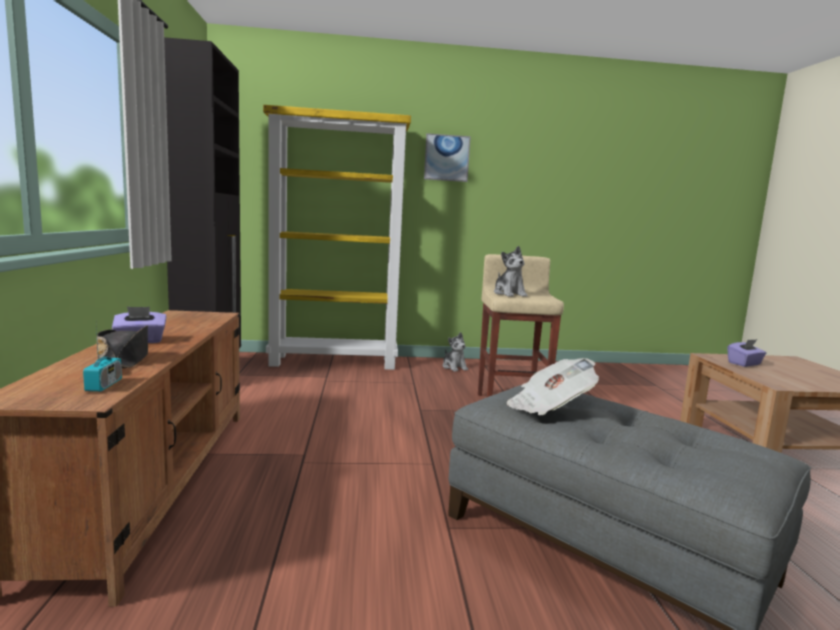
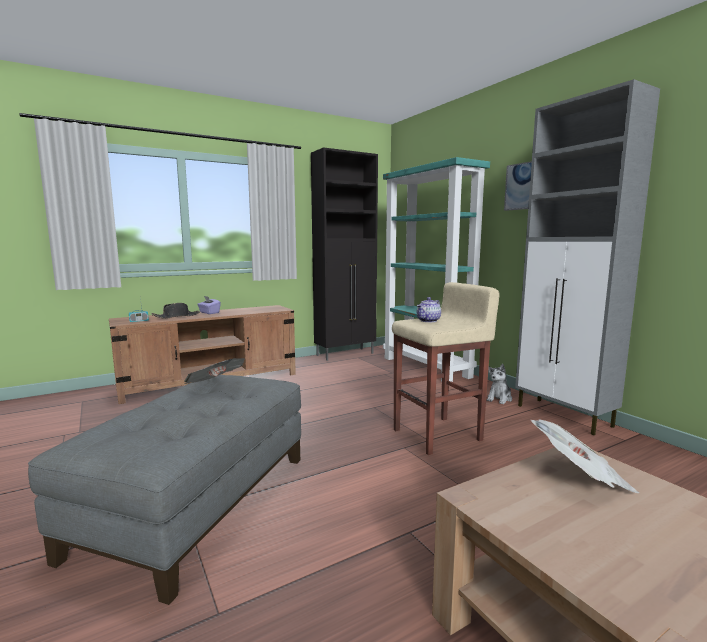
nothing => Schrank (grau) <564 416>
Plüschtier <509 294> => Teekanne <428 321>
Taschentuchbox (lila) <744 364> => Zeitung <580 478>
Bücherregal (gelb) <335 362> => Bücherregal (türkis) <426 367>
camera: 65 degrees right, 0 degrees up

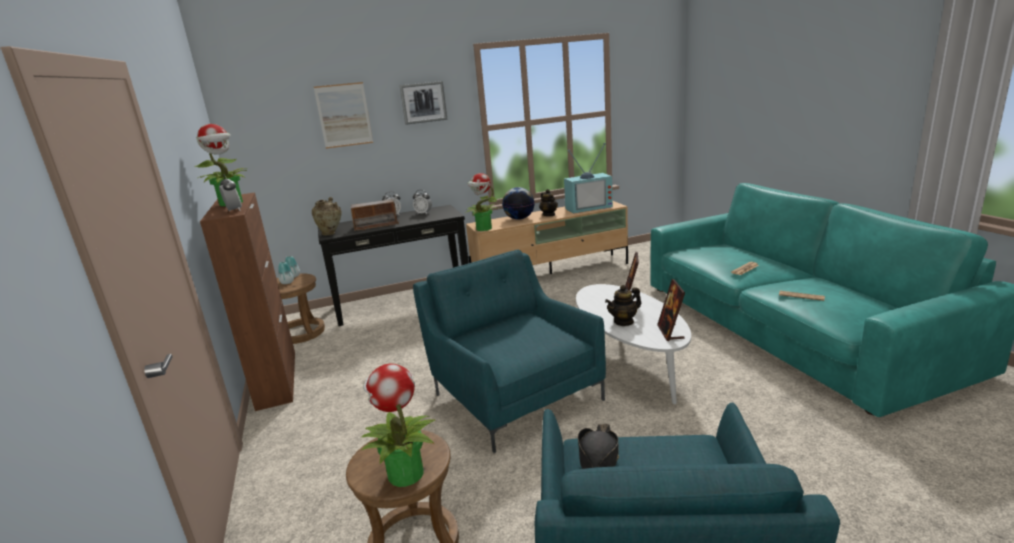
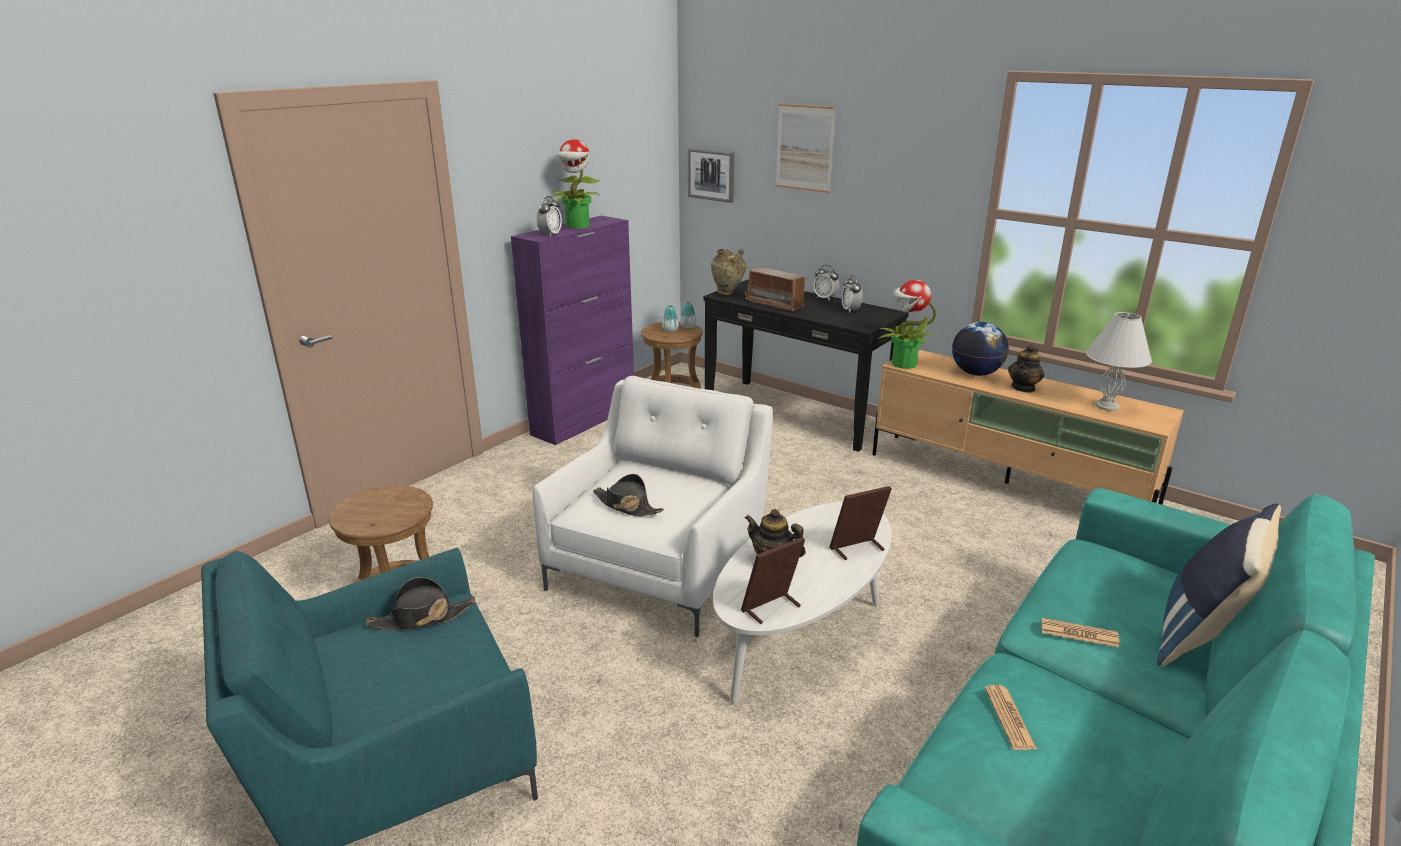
Topfpflanze <405 473> => nothing
nothing => Hut (schwarz) <627 506>
nothing => Kissen (blau) <1202 637>
Bild <423 102> => Bild <711 174>, moved
Fernseher <588 207> => Tischlampe (weiß) <1107 406>
Schrank (braun) <277 379> => Schrank (lila) <585 420>
Sessel (türkis) <514 394> => Sessel (weiß) <660 564>
camera: 55 degrees right, 5 degrees up

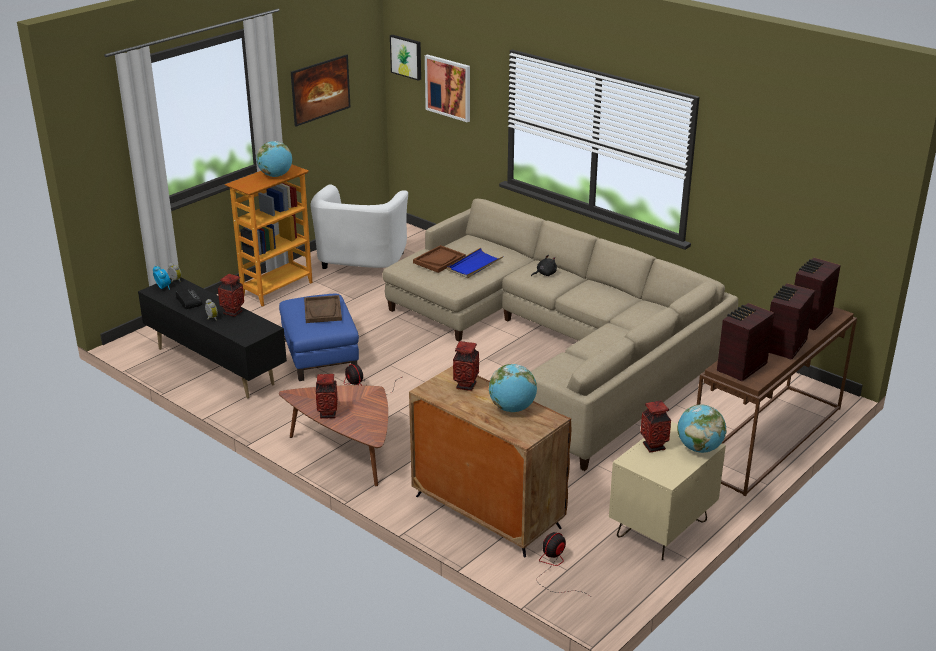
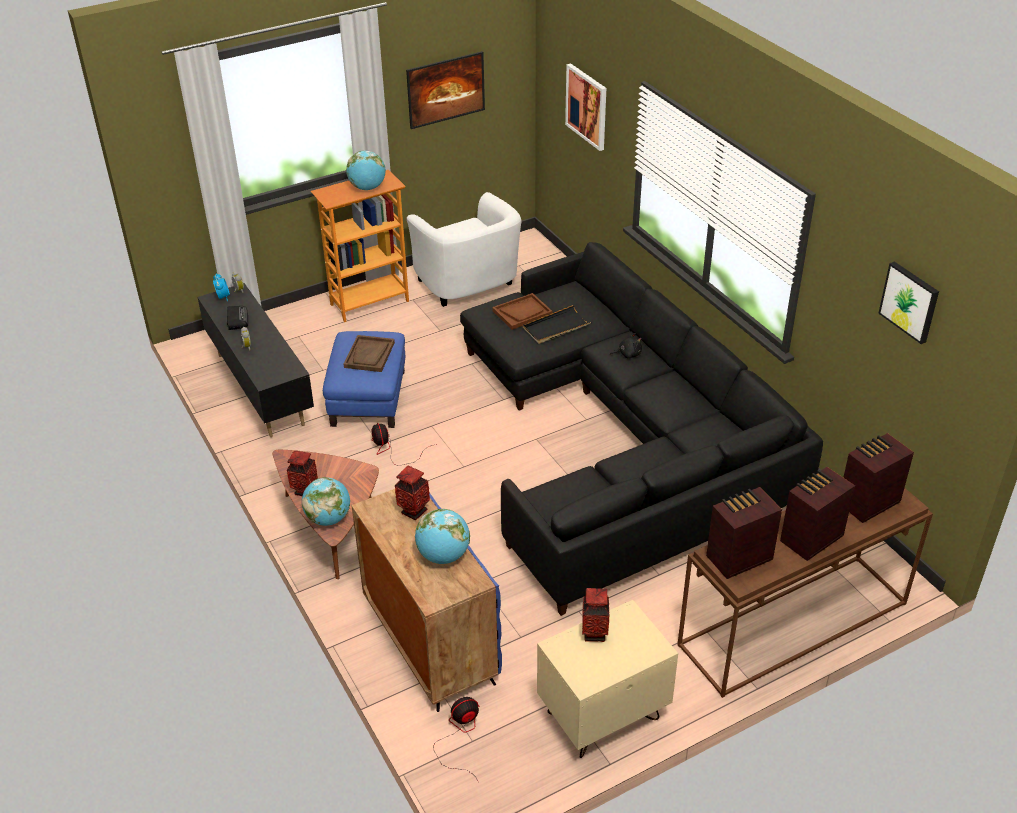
Vase <233 312> => nothing
Bild <406 57> => Bild <910 301>, moved
Globus <699 448> => Globus <328 518>, moved
Sofa (beige) <558 345> => Sofa (schwarz) <623 439>
Schrank (braun) <486 511> => Schrank (blau) <429 641>
Tablett (blau) <474 265> => Tablett (schwarz) <556 327>
Sessel (weiß) <360 265> => Sessel (weiß) <469 287>, 60 degrees counterclockwise
camera: 20 degrees right, 10 degrees up

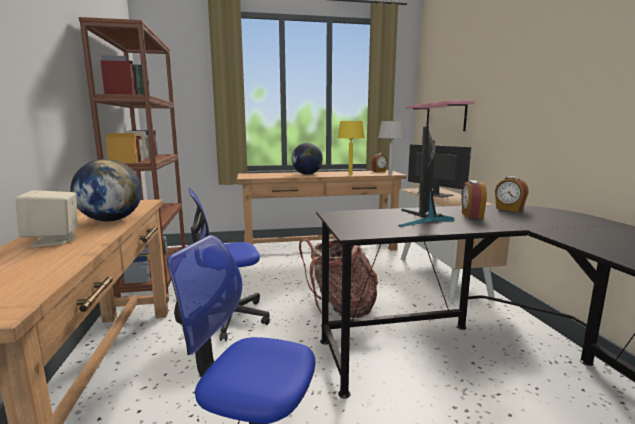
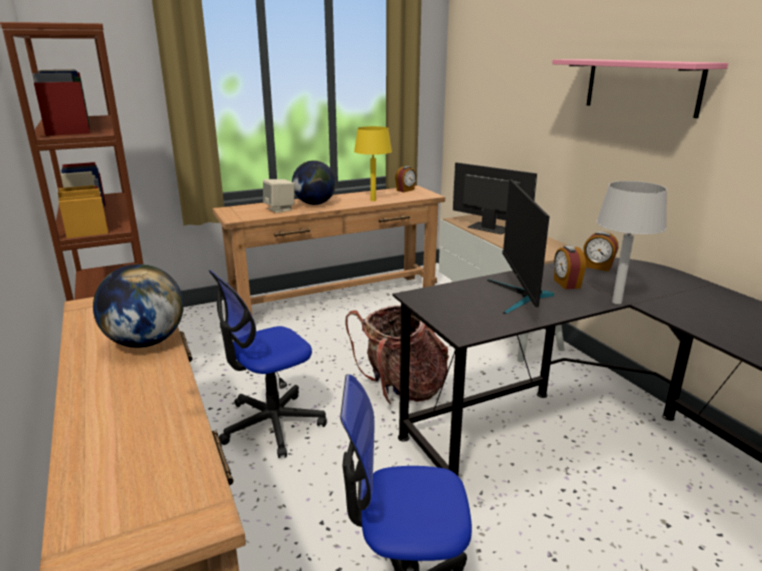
Lautsprecher (beige) <53 241> => Lautsprecher (beige) <280 209>, moved
Tischlampe (grau) <389 174> => Tischlampe (grau) <616 302>, moved
Wandregal (rosa) <445 117> => Wandregal (rosa) <641 86>, moved
camera: 15 degrees left, 10 degrees up

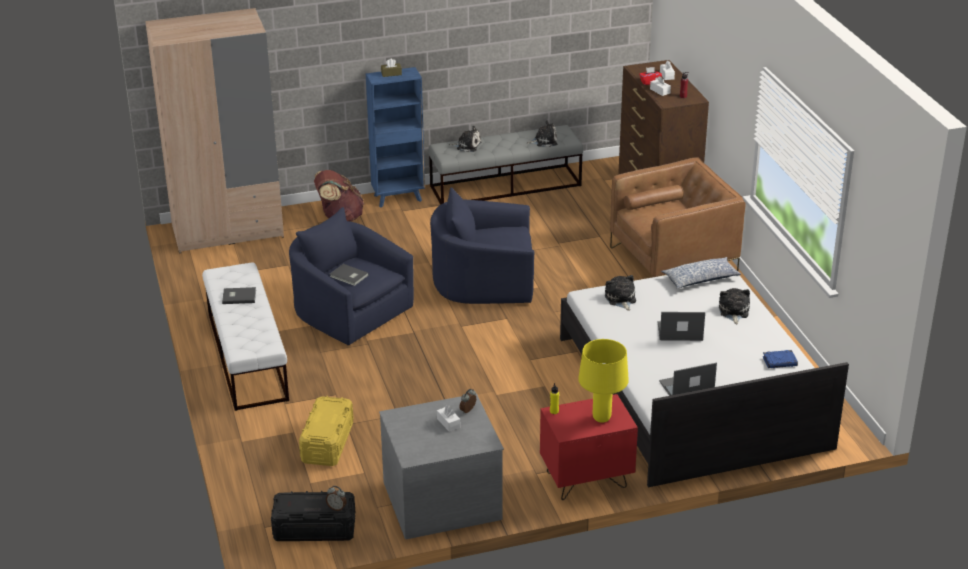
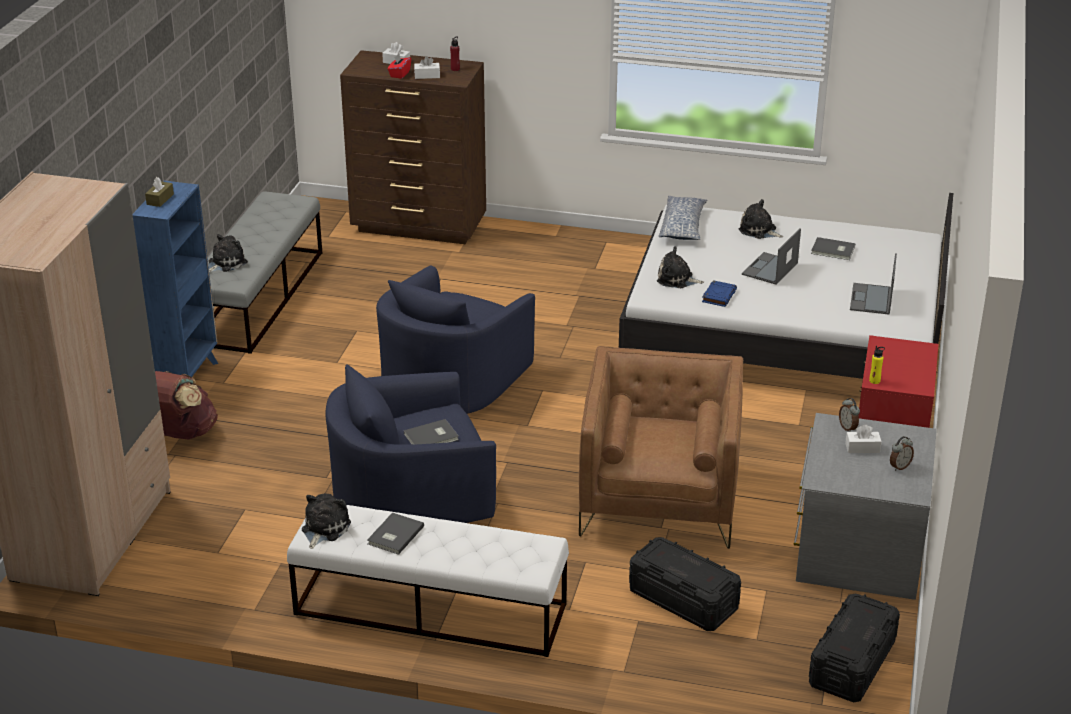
Tischlampe (gelb) <601 418> => nothing
nothing => Buch (grau) <833 251>
Wecker <337 508> => Wecker <899 466>, moved
Plüschtier <544 141> => Plüschtier <324 528>, moved
Sessel (braun) <673 261> => Sessel (braun) <659 498>, moved
Buch (blau) <780 361> => Buch (blau) <719 296>, moved
Aufbewahrungsbox (gelb) <327 443> => Aufbewahrungsbox (schwarz) <683 600>
camera: 60 degrees left, 0 degrees up

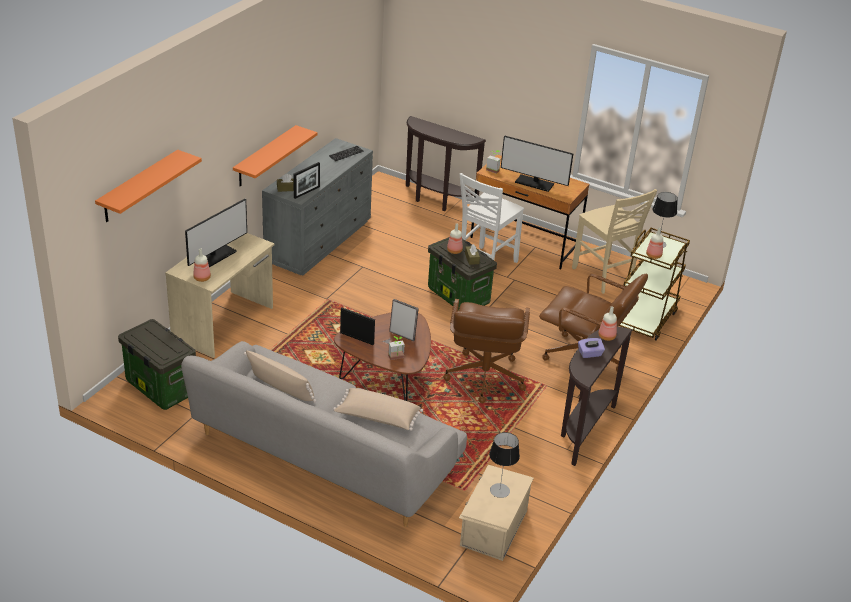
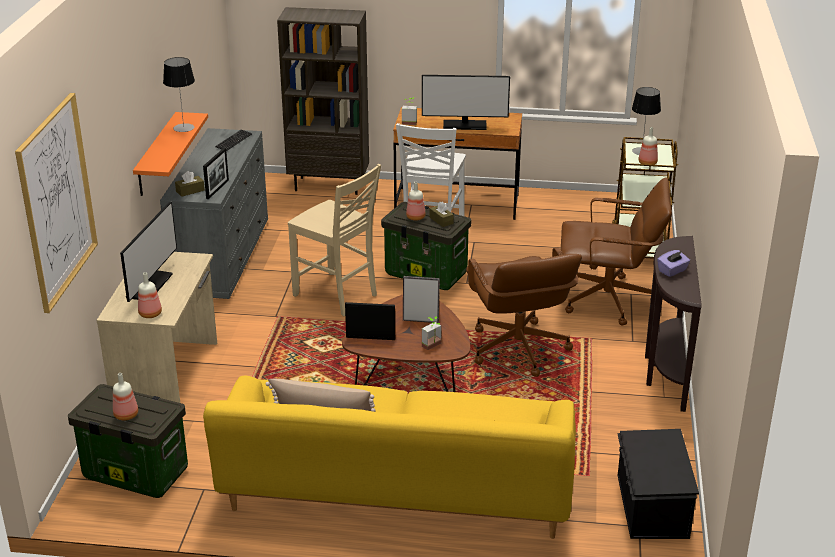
Kissen (beige) <377 418> => nothing
Tischlampe <499 490> => Tischlampe <183 128>, moved
Stuhl (beige) <604 276> => Stuhl (beige) <337 295>, moved
Flasche <607 336> => Flasche <126 414>, moved
Wandregal (orange) <138 187> => Bild <57 201>
Konsolentisch (braun) <436 201> => Bücherregal (braun) <329 185>
Sofa (grau) <323 455> => Sofa (gelb) <397 488>
Aufbewahrungsbox (beige) <492 528> => Aufbewahrungsbox (schwarz) <651 506>
camera: 20 degrees left, 5 degrees down

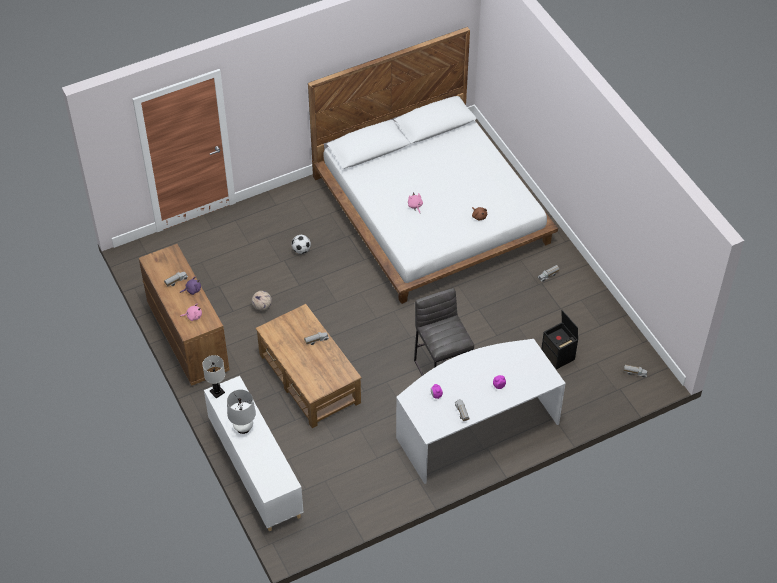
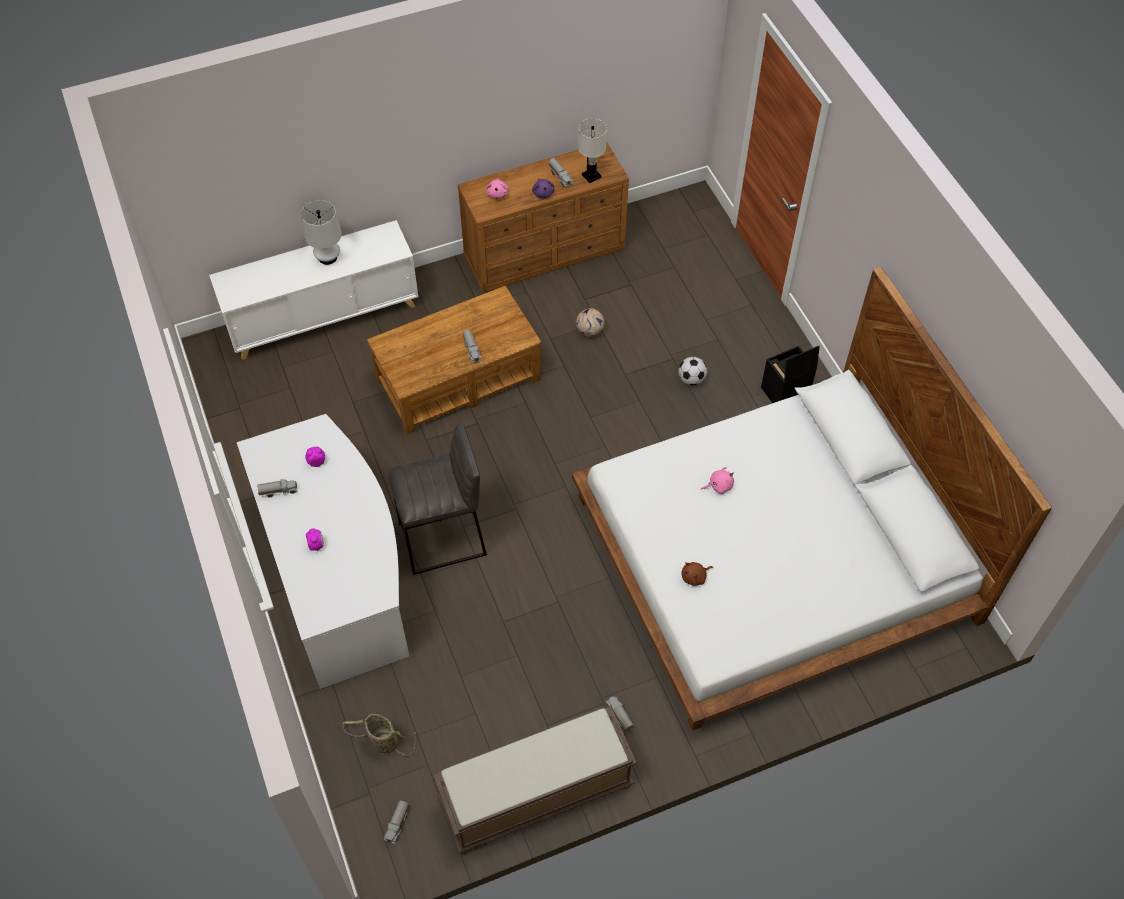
nothing => Korb <382 741>
nothing => Bank (braun) <535 795>
Tischlampe (weiß) <217 392> => Tischlampe (weiß) <591 176>, moved
Aufbewahrungsbox (schwarz) <558 355> => Aufbewahrungsbox (schwarz) <784 393>, moved
camera: 95 degrees right, 5 degrees up

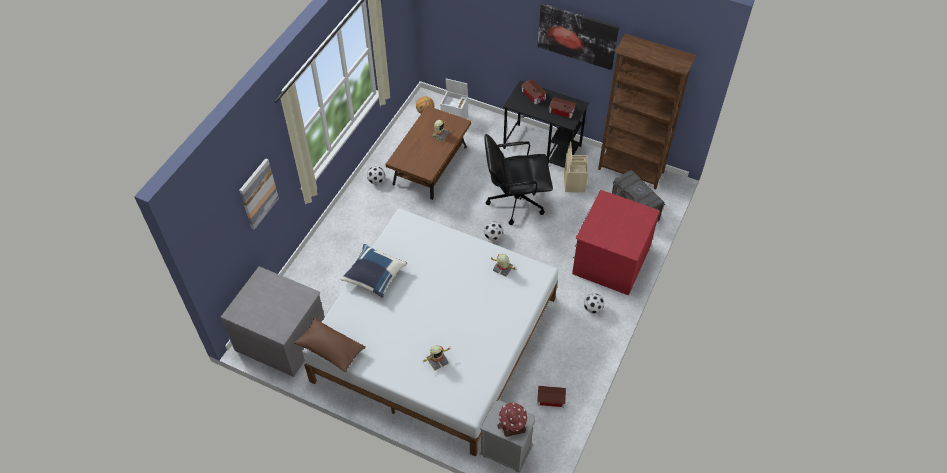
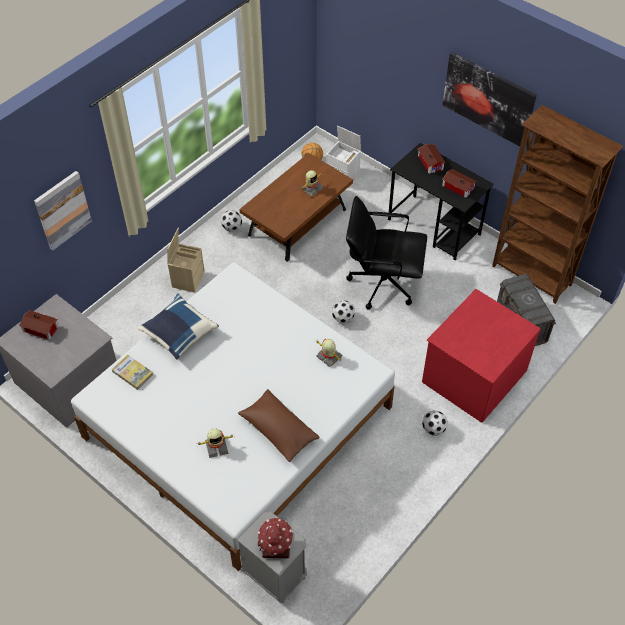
nothing => Buch <132 373>
Kissen (braun) <330 349> => Kissen (braun) <278 430>, moved
Spielzeughaus <551 400> => Spielzeughaus <41 329>, moved
Aufbewahrungsbox (beige) <574 183> => Aufbewahrungsbox (beige) <188 278>, moved
camera: 15 degrees right, 0 degrees up

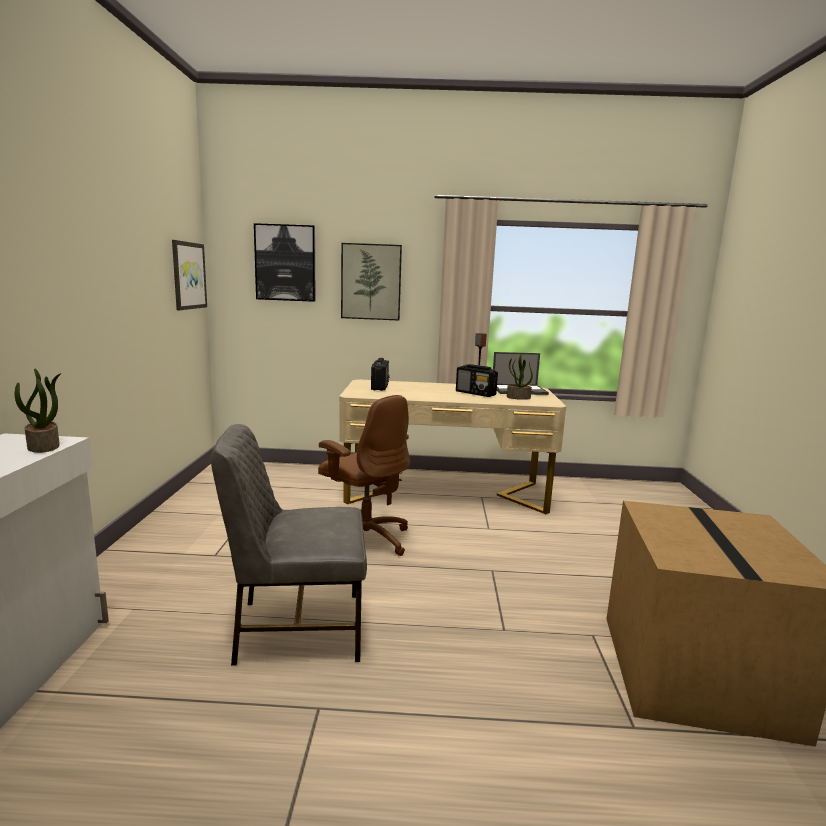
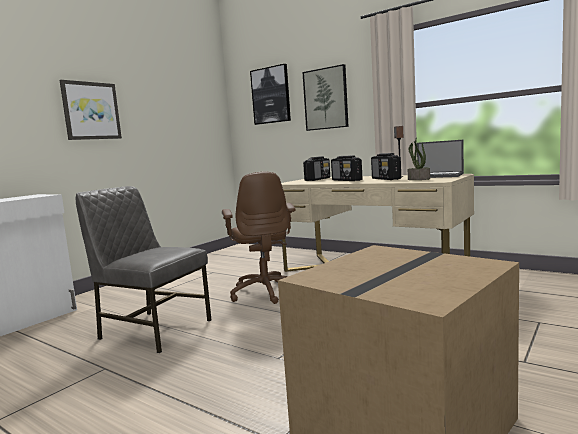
Topfpflanze <44 446> => nothing
nothing => Radio <347 180>
Bild <188 275> => Bild <91 111>, moved
camera: 35 degrees right, 5 degrees down

